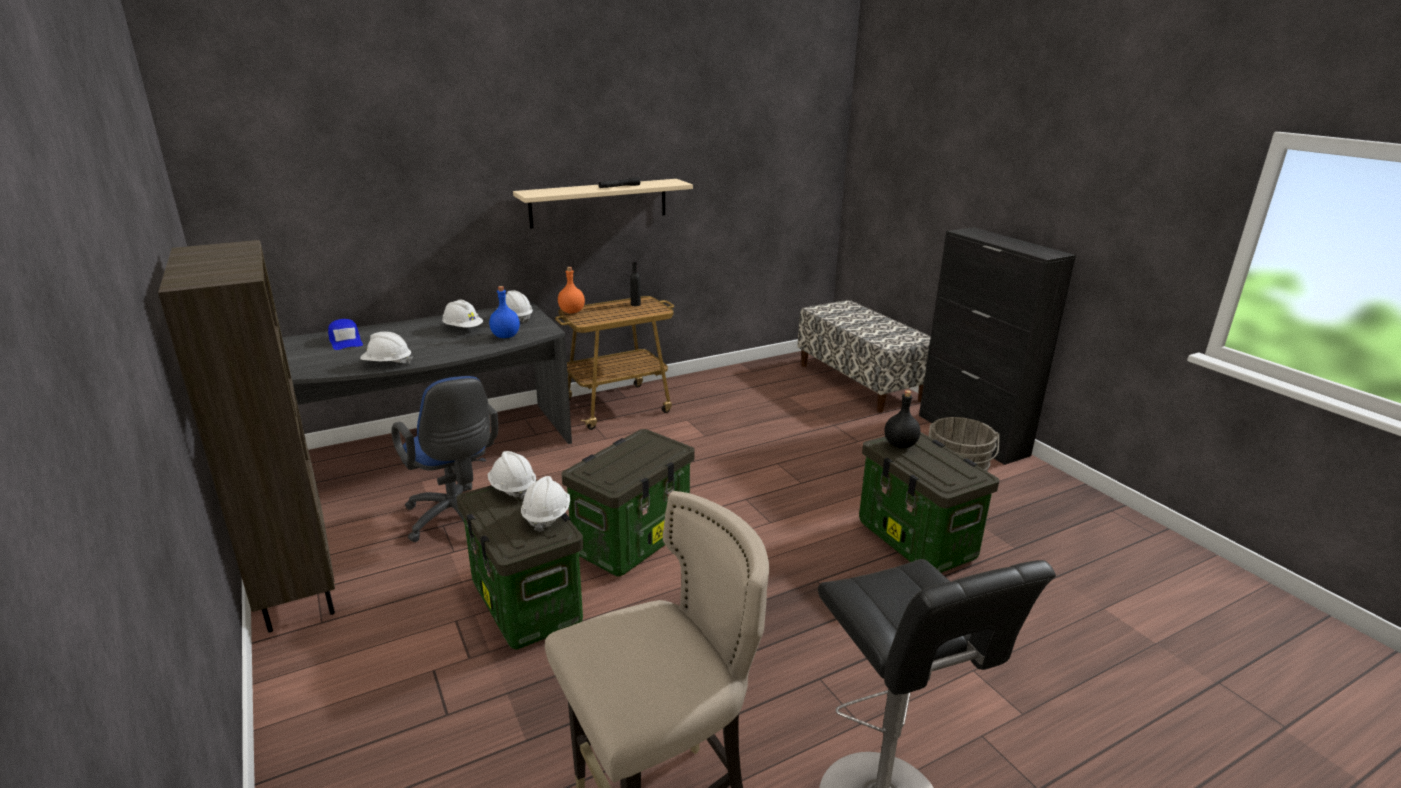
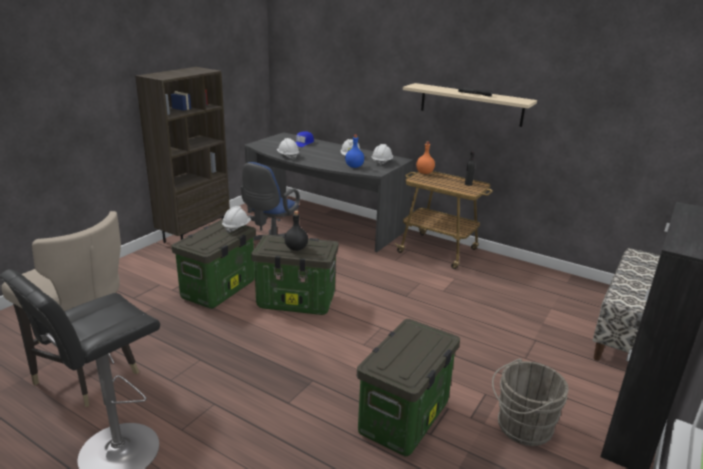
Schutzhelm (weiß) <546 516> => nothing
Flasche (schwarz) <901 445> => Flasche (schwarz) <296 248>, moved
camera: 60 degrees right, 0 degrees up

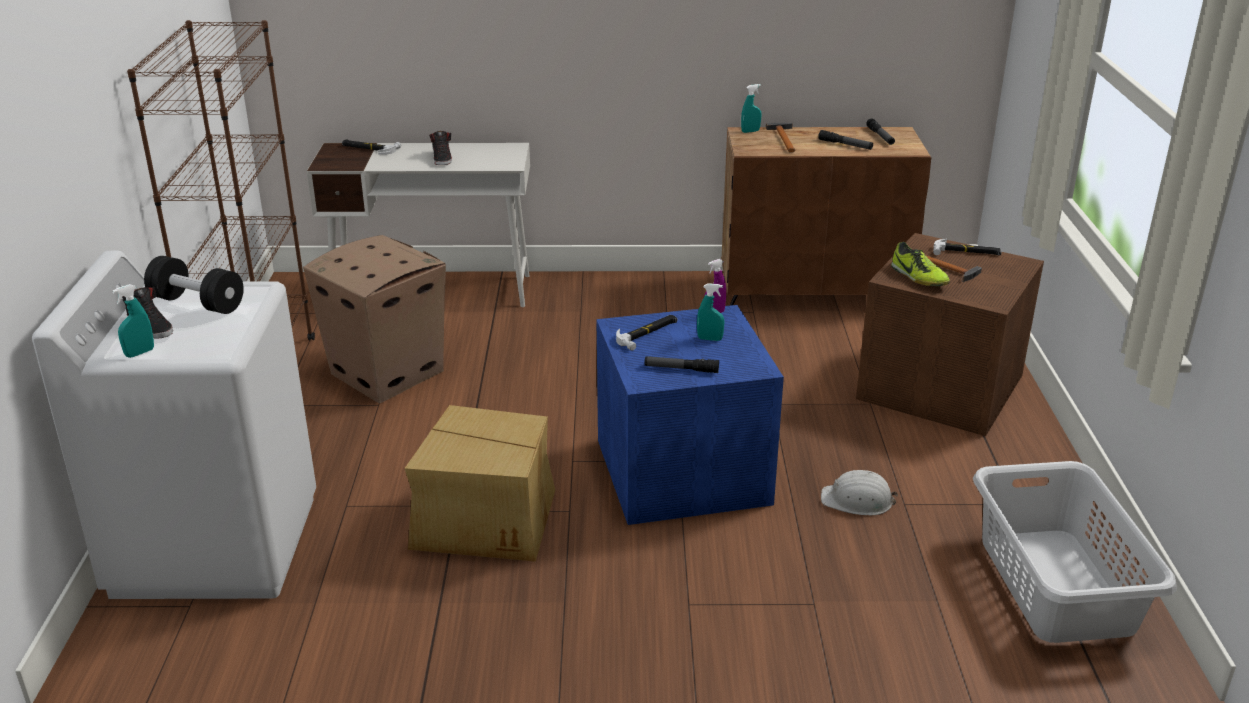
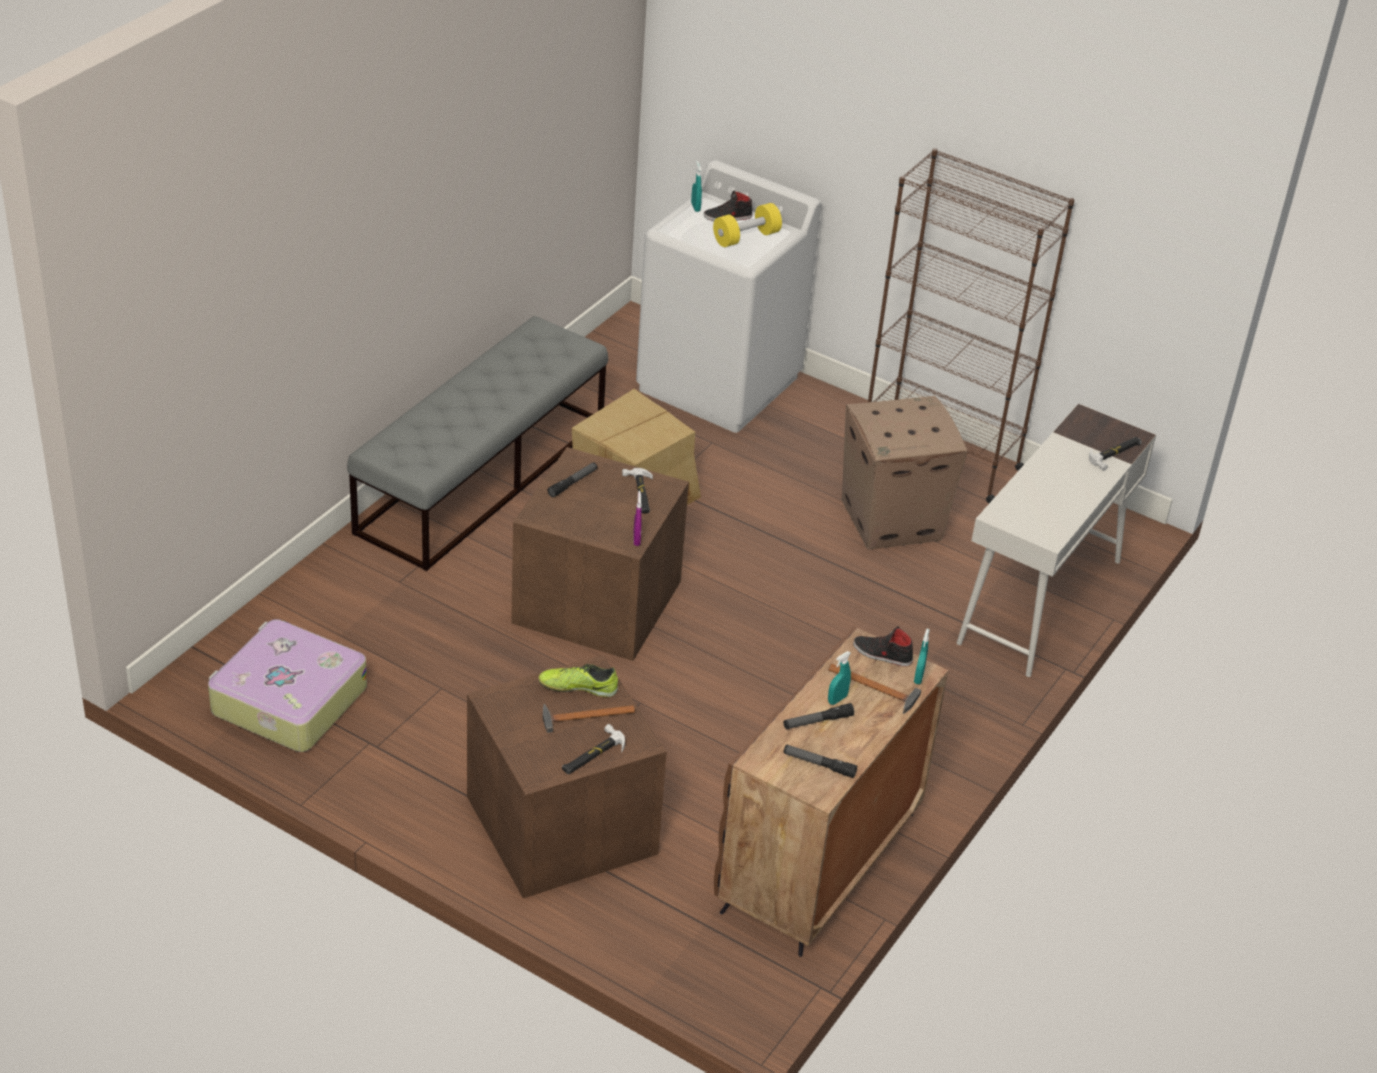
Schutzhelm (weiß) <857 501> => nothing
nothing => Bank (grau) <482 475>
Schuh (schwarz) <442 158> => Schuh (schwarz) <882 654>, moved
Sprühflasche (türkis) <710 339> => Sprühflasche (türkis) <837 699>, moved
Wäschekorb (grau) <1056 583> => Koffer <287 700>
Hantel (schwarz) <197 303> => Hantel (gelb) <746 237>
Aufbewahrungsbox (blau) <680 473> => Aufbewahrungsbox (braun) <596 600>
camera: 120 degrees right, 10 degrees up

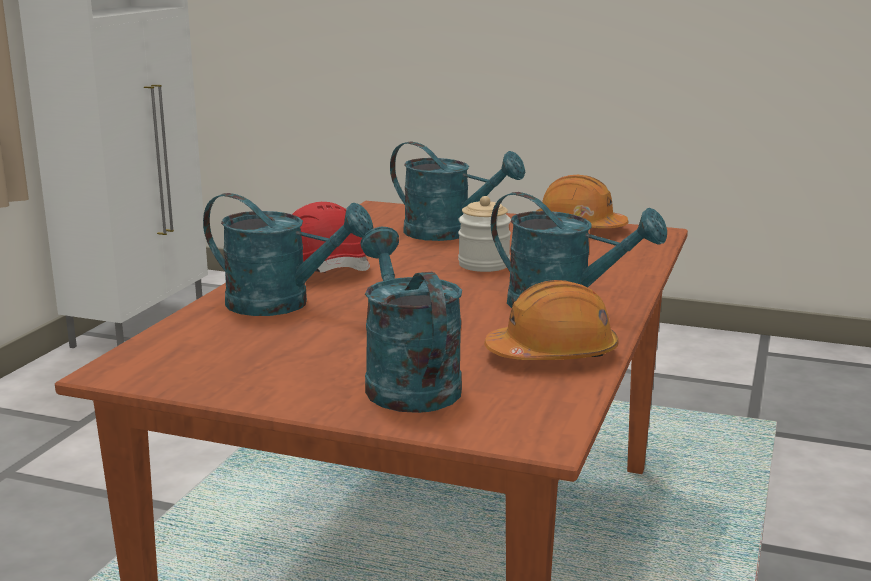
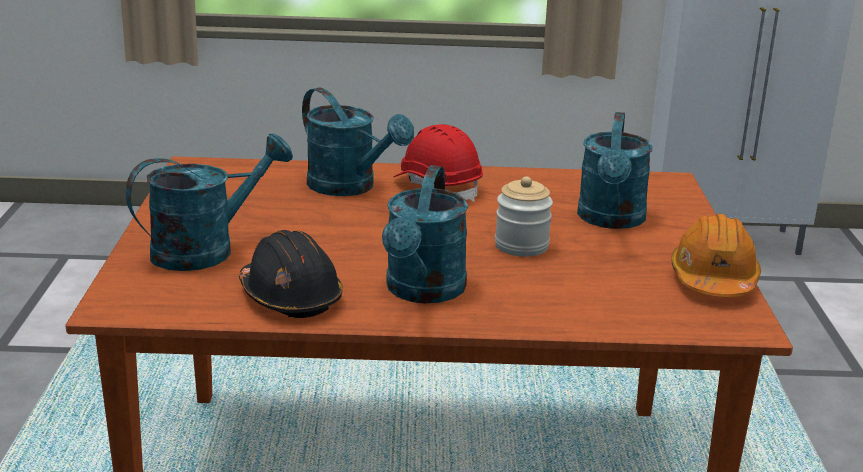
Schutzhelm (orange) <553 354> => Schutzhelm (schwarz) <290 297>
Gießkanne (türkis) <282 304> => Gießkanne (türkis) <350 187>, 45 degrees counterclockwise
camera: 70 degrees right, 5 degrees up

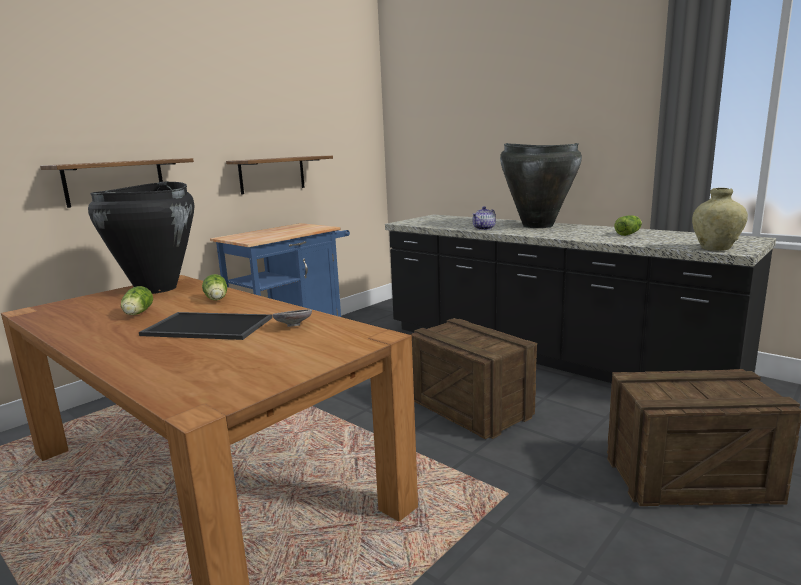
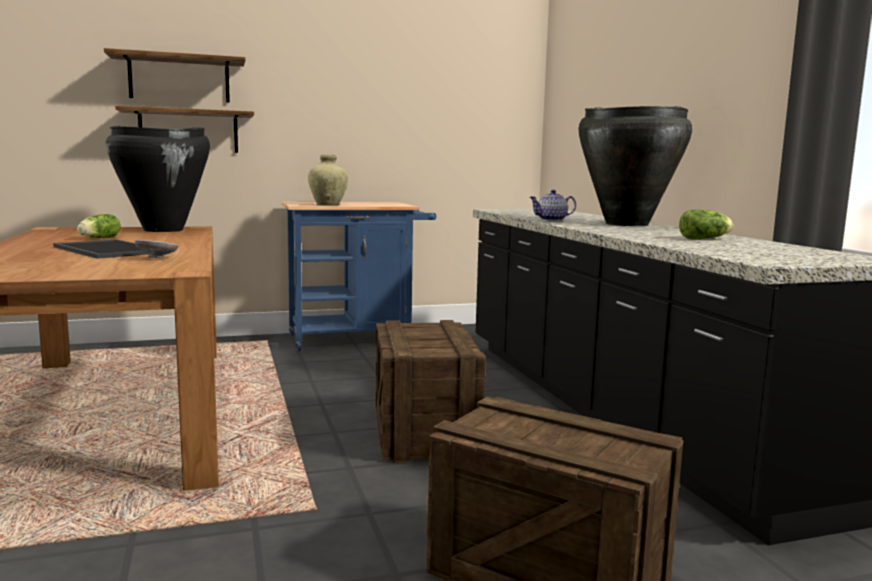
Salatkopf <216 299> => nothing
Wandregal <272 174> => Wandregal <179 79>, moved
Vase (beige) <715 248> => Vase (beige) <328 205>, moved
camera: 30 degrees right, 5 degrees down

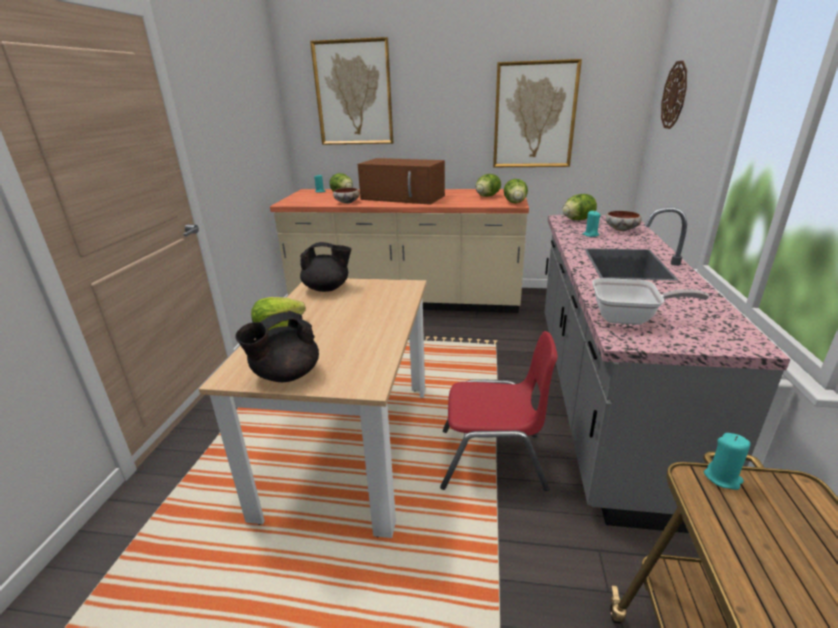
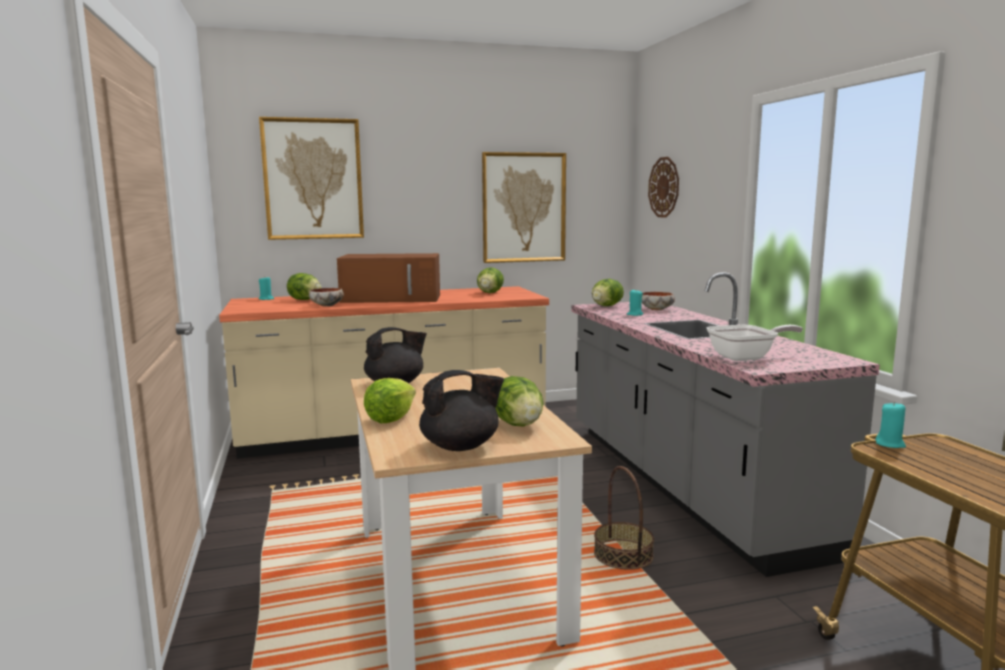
Salatkopf <515 203> => Salatkopf <518 425>, moved
Stuhl (rot) <492 460> => Korb <623 554>
Teekanne (schwarz) <285 375> => Teekanne (schwarz) <461 446>, 135 degrees counterclockwise
camera: 25 degrees left, 15 degrees down

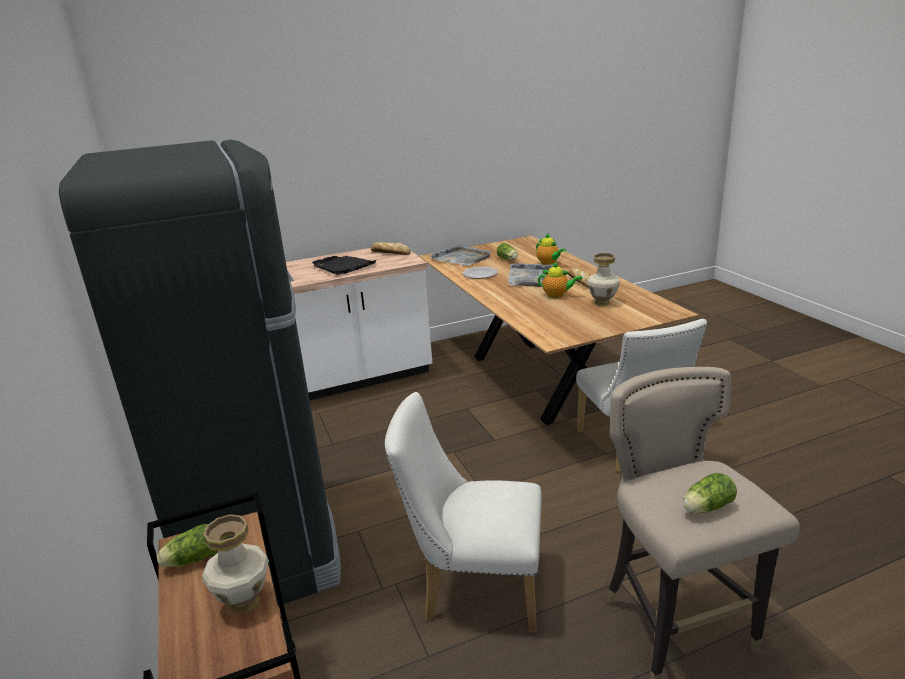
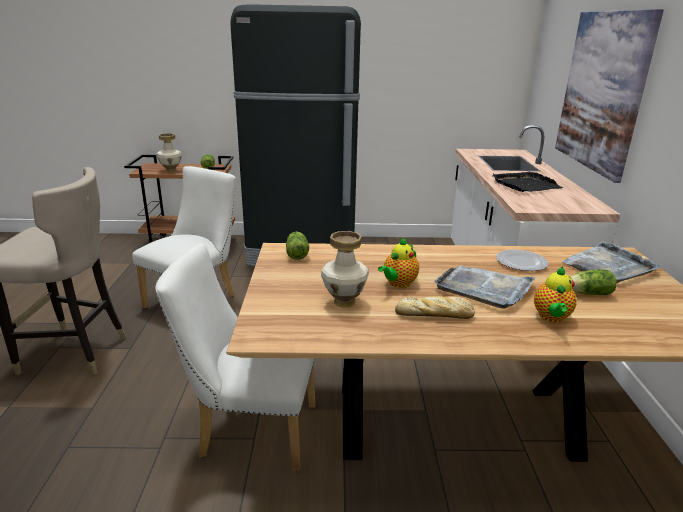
Brot <390 253> => nothing
nothing => Bild <602 91>
Salatkopf <705 508> => Salatkopf <297 253>, moved
Teekanne <549 263> => Teekanne <551 318>, 60 degrees counterclockwise
camera: 110 degrees right, 0 degrees up

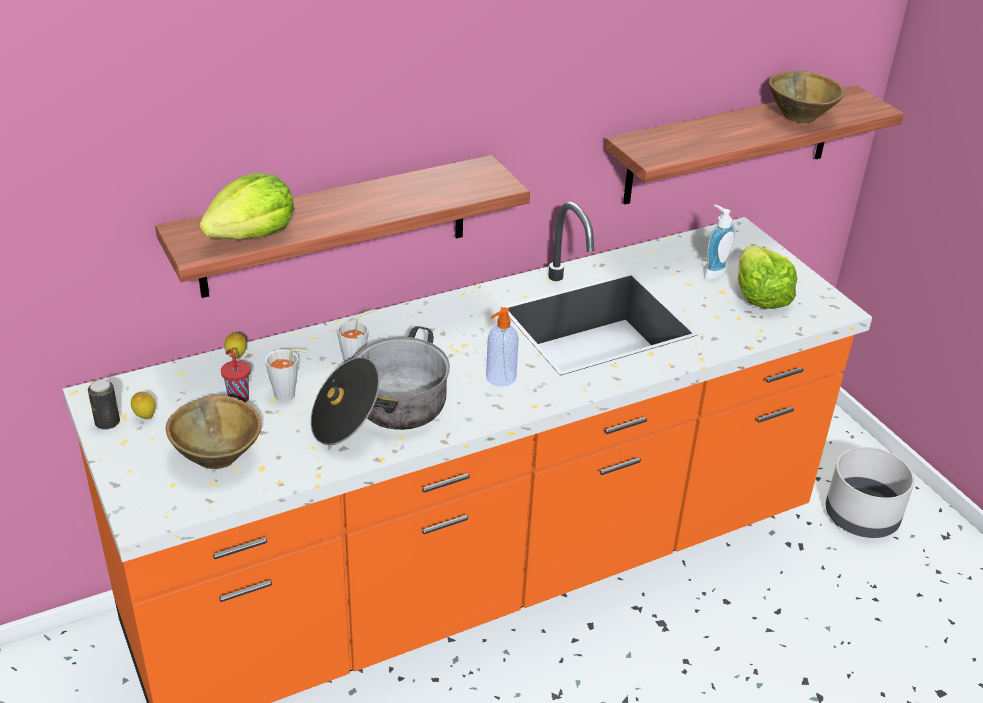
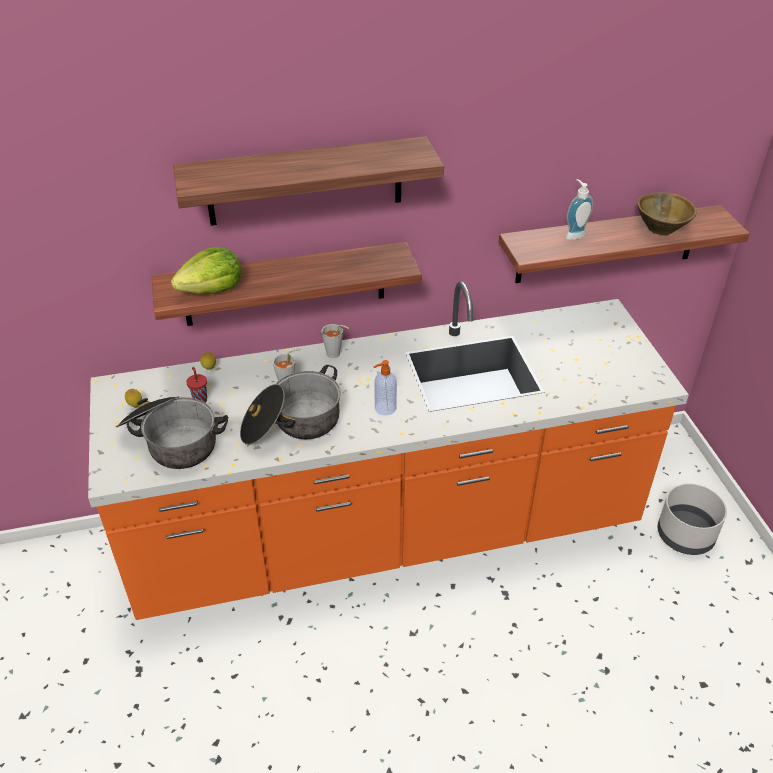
Dose <107 422> => nothing
Salatkopf <759 296> => nothing
nothing => Wandregal <305 181>
Tasse (grau) <289 396> => Tasse (grau) <336 355>, moved
Seifenspender <712 272> => Seifenspender <574 234>, moved
Schüssel (braun) <218 456> => Kochtopf <172 441>
camera: 15 degrees right, 5 degrees up

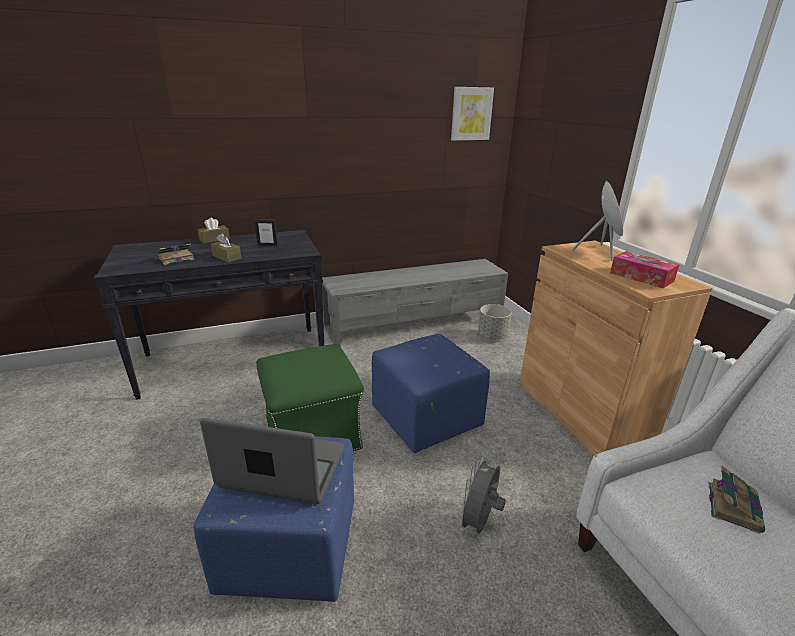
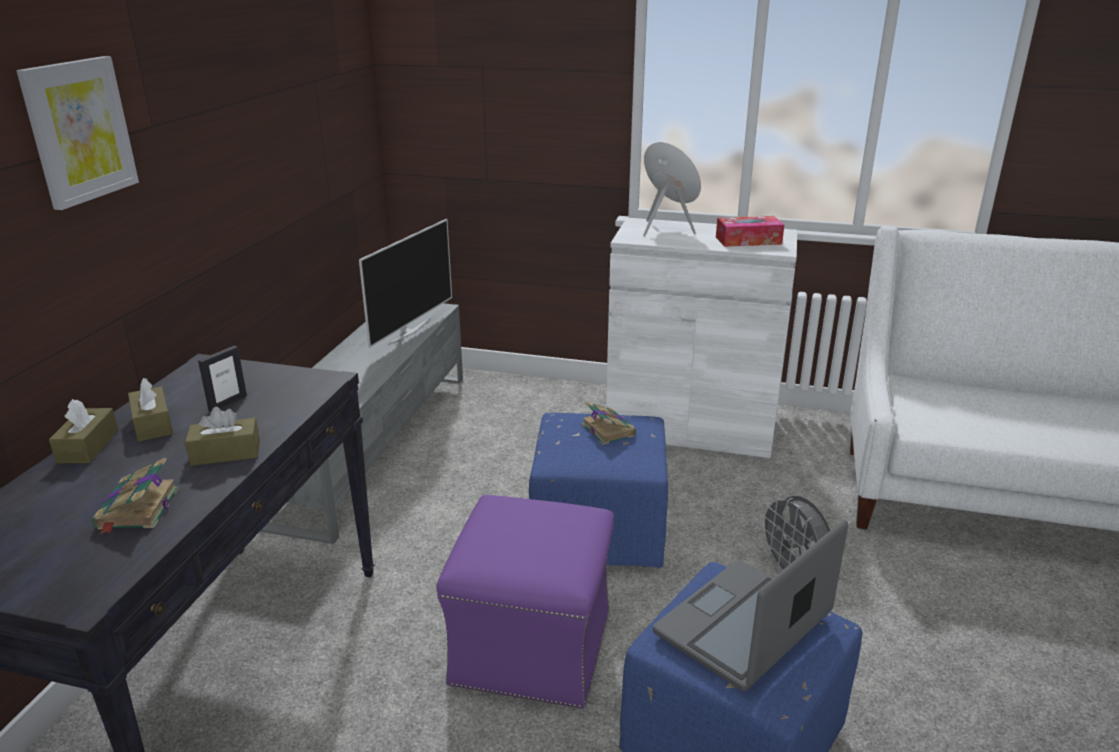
Pflanzkübel (grau) <492 336> => nothing
nothing => Taschentuchbox (braun) <153 424>
nothing => Fernseher <408 331>
Bild <471 114> => Bild <79 131>, moved
Buch <733 506> => Buch <607 429>, moved
Polsterhocker (grün) <314 433> => Polsterhocker (lila) <532 645>
Schrank (braun) <581 412> => Schrank (weiß) <690 427>
camera: 55 degrees left, 0 degrees up

